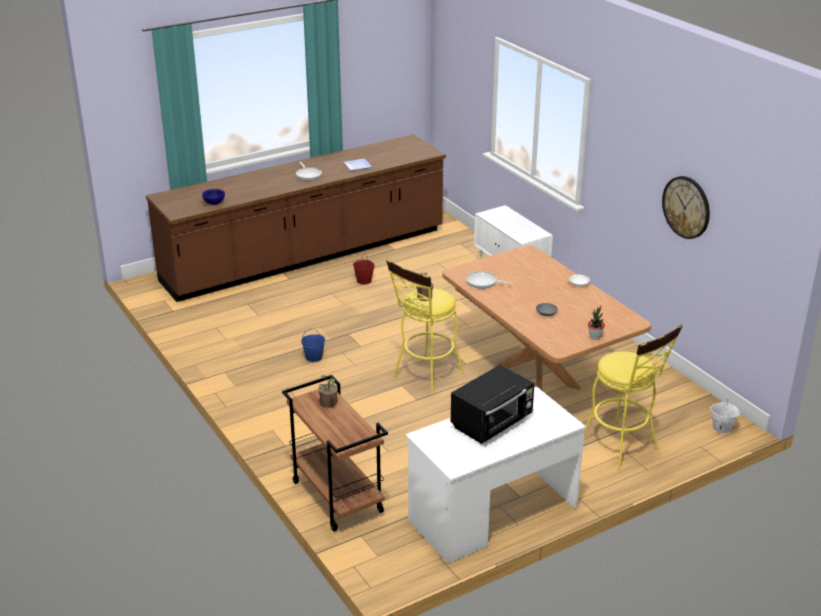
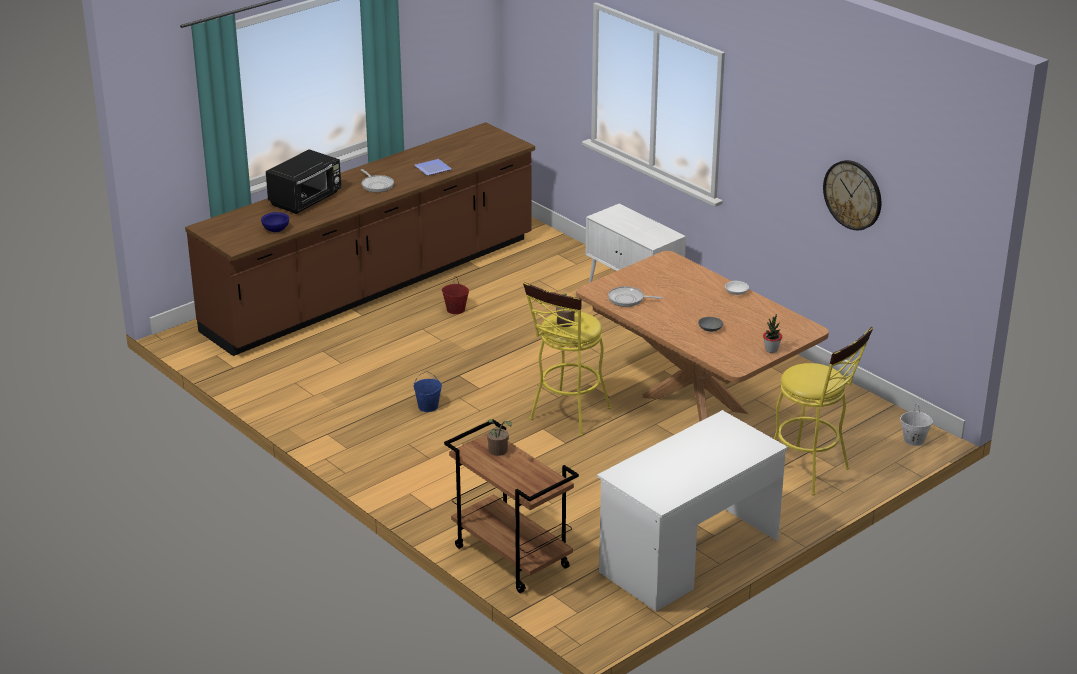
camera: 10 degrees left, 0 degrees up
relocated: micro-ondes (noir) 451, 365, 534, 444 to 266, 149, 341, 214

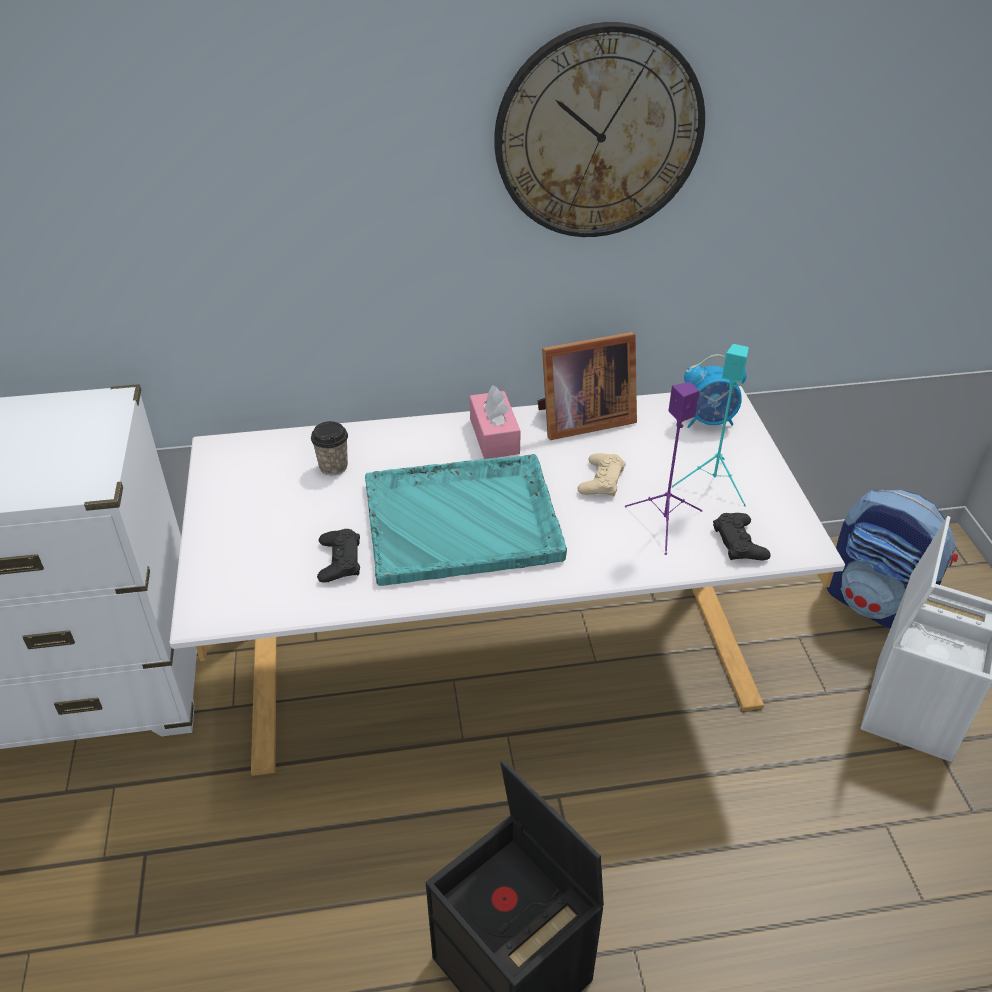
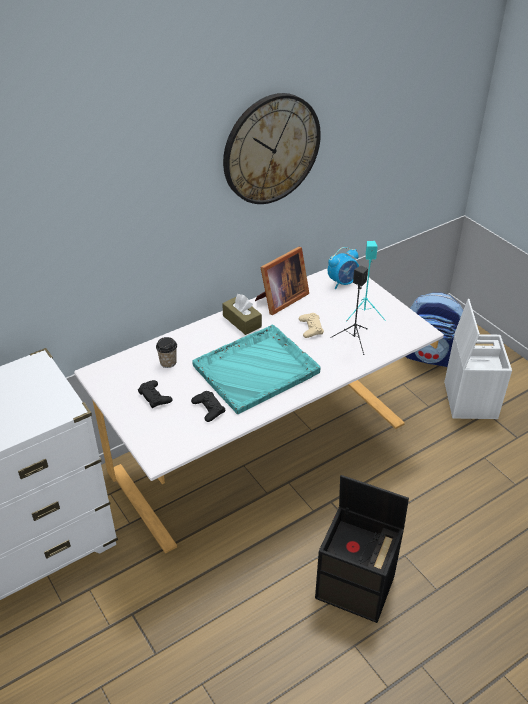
camera: 25 degrees left, 0 degrees up
relocated: manette (noir) 713, 513, 770, 561 to 138, 380, 172, 408
colour: boîte à mouchoirs (rose) 470, 385, 521, 459 to boîte à mouchoirs (marron) 222, 294, 262, 335; enceinte (violet) 625, 382, 703, 555 to enceinte (noir) 330, 266, 368, 355

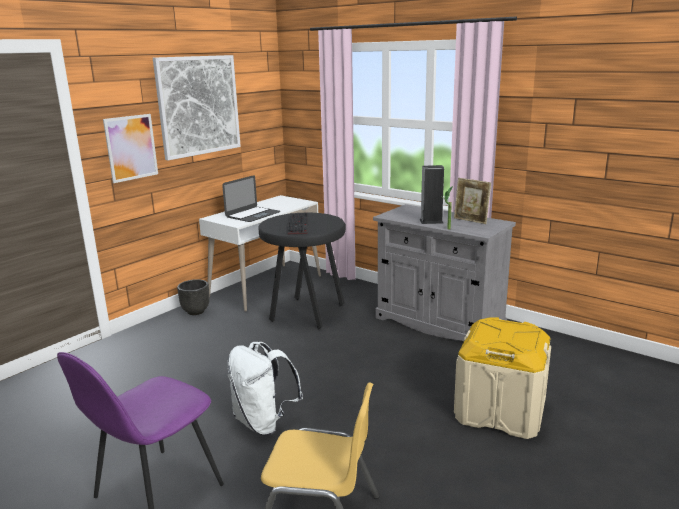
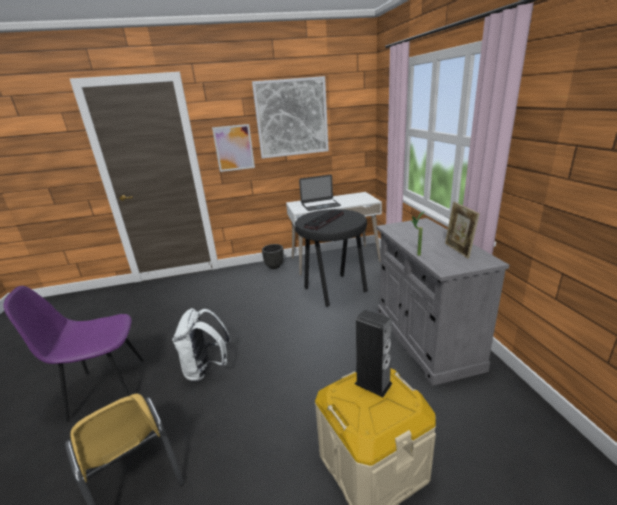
camera: 40 degrees right, 5 degrees up
relocated: enceinte 420, 165, 444, 224 to 355, 310, 392, 397

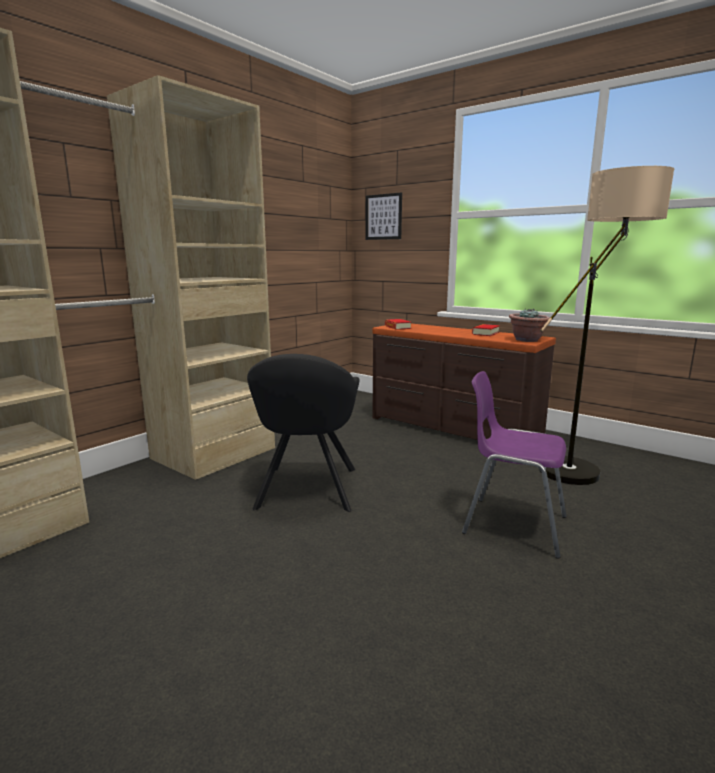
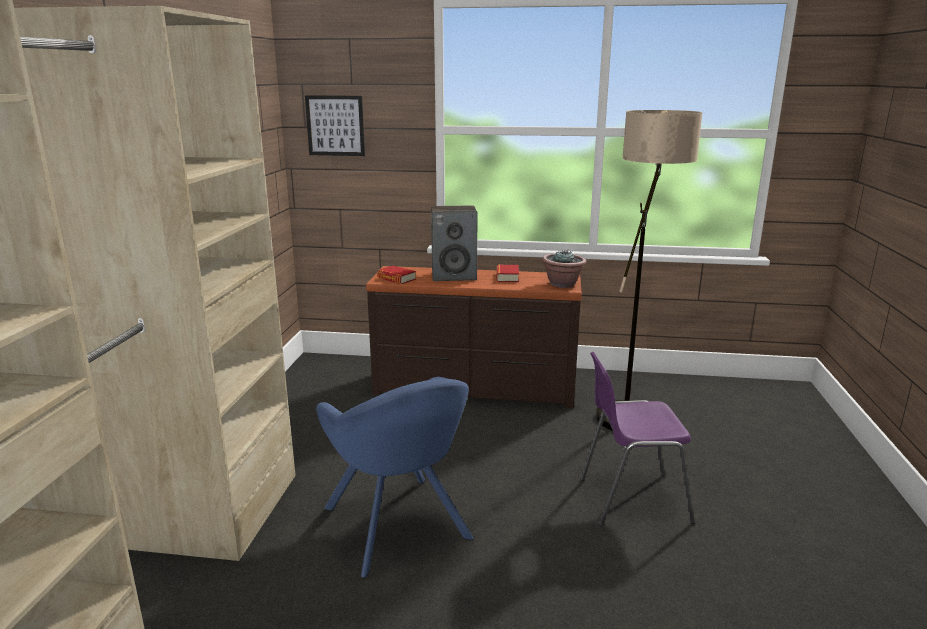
camera: 30 degrees left, 5 degrees up
appeared: enceinte 431, 205, 477, 281
colour: fauteuil (noir) 247, 354, 360, 512 to fauteuil (bleu) 316, 377, 474, 578

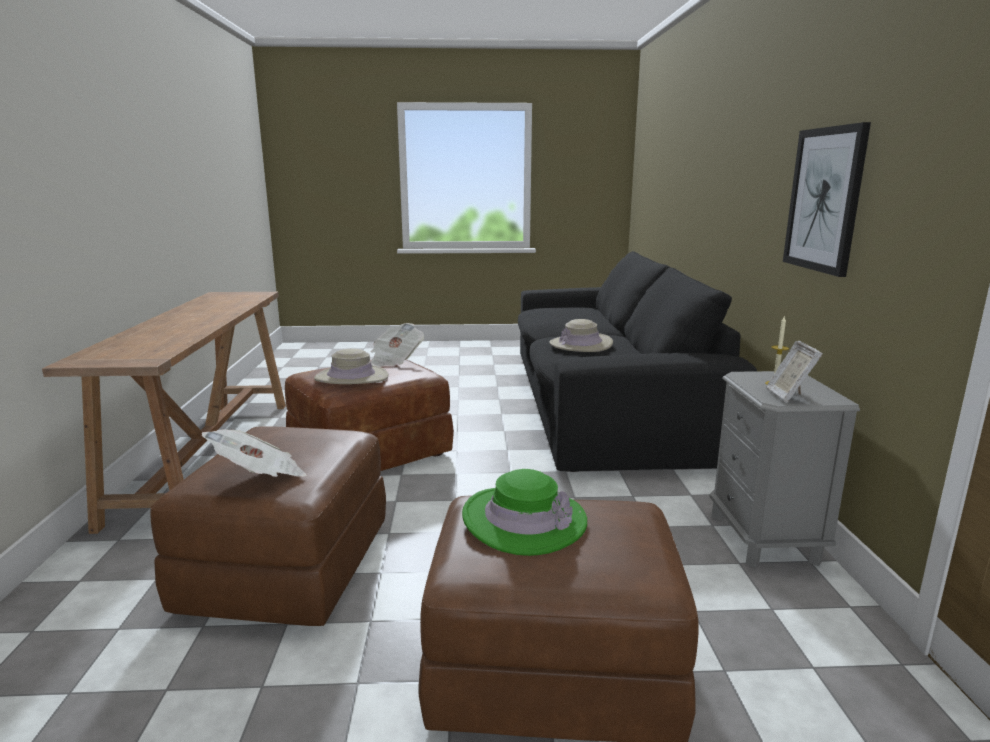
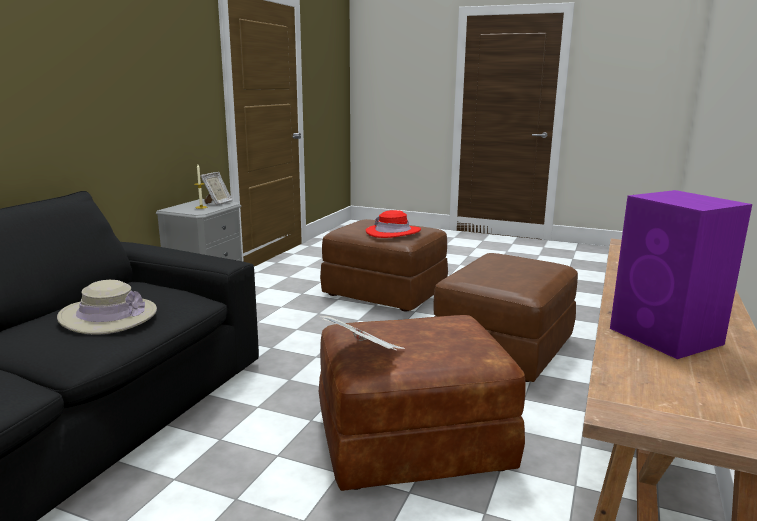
camera: 155 degrees left, 0 degrees up
missing: journal 201, 430, 307, 477; chapeau (beige) 314, 349, 389, 384; tableau 783, 122, 871, 277
appeared: enceinte (violet) 610, 190, 752, 359
colour: chapeau (vert) 462, 469, 587, 556 to chapeau (rouge) 366, 210, 421, 238

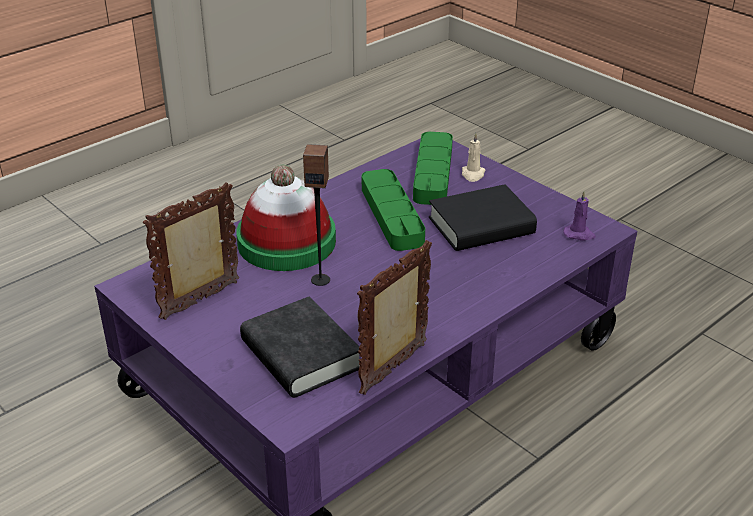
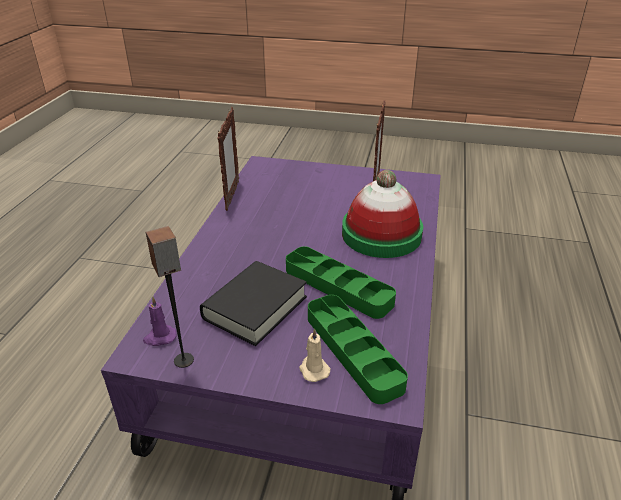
camera: 145 degrees right, 0 degrees up
missing: livre (noir) 240, 296, 359, 398
relocated: enceinte 303, 144, 330, 286 to 146, 226, 194, 368

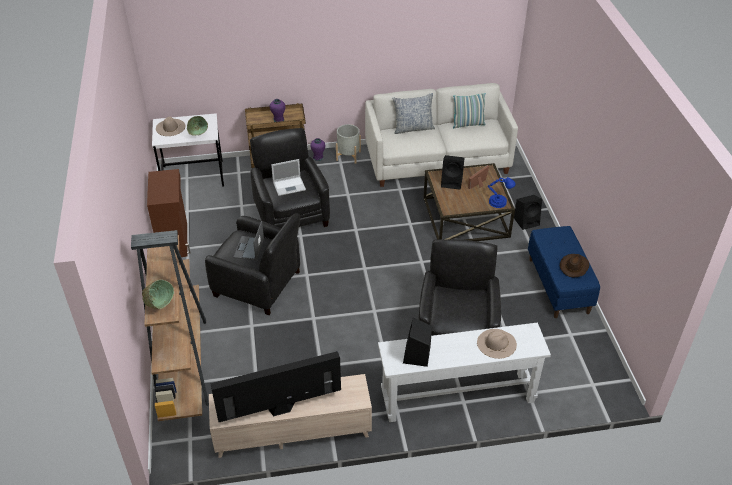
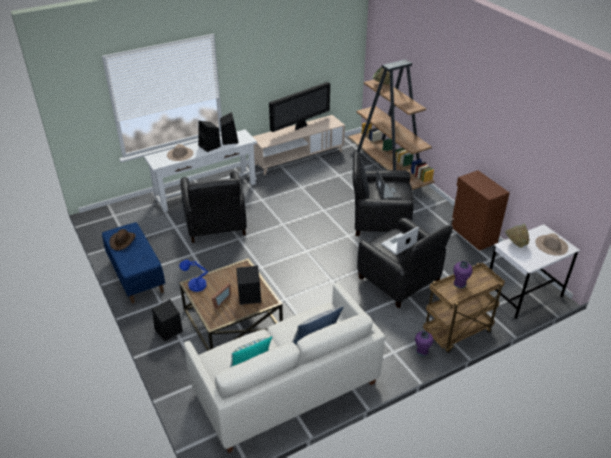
camera: 160 degrees right, 5 degrees down
missing: cache-pot (gris) 336, 124, 361, 164
appeared: enceinte (noir) 198, 121, 221, 152

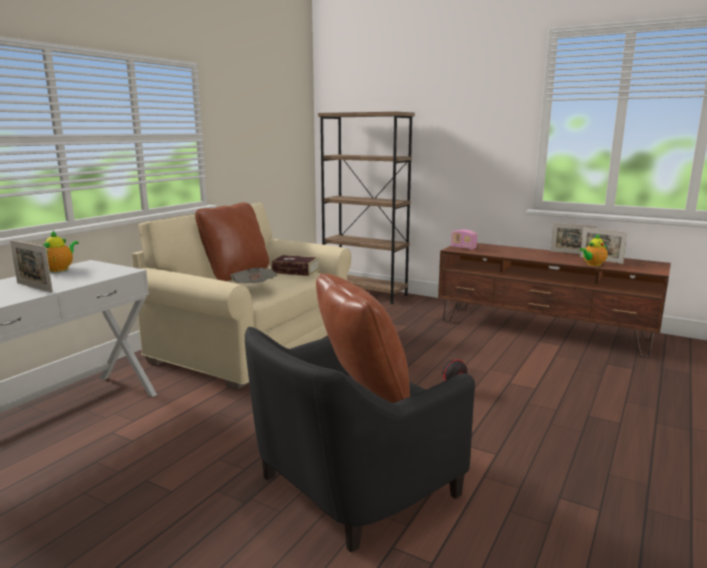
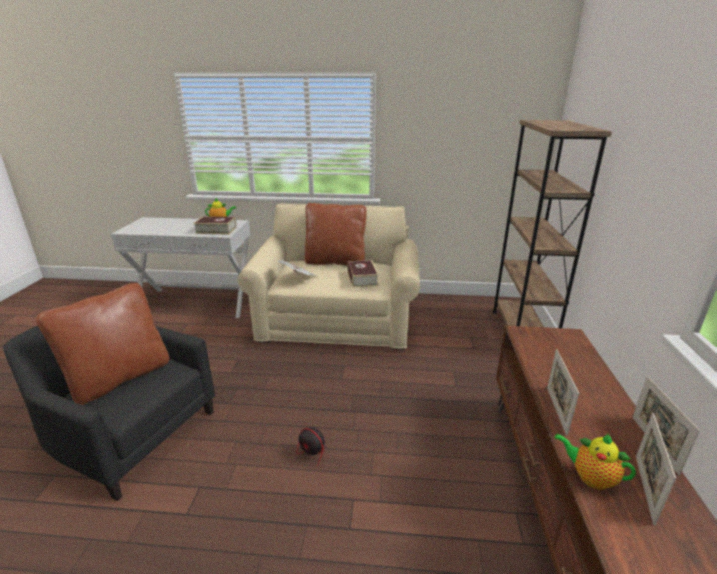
camera: 65 degrees right, 10 degrees up
missing: radio 451, 229, 477, 250
appeared: livre 193, 216, 237, 235
relocated: cadre photo 10, 240, 53, 292 to 547, 349, 579, 436

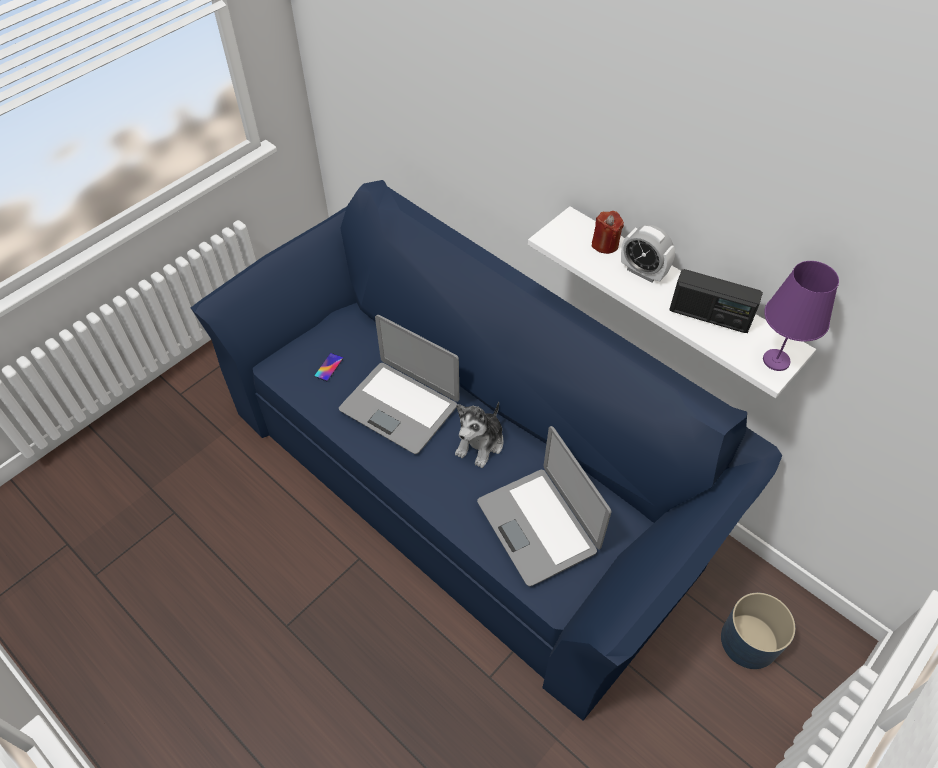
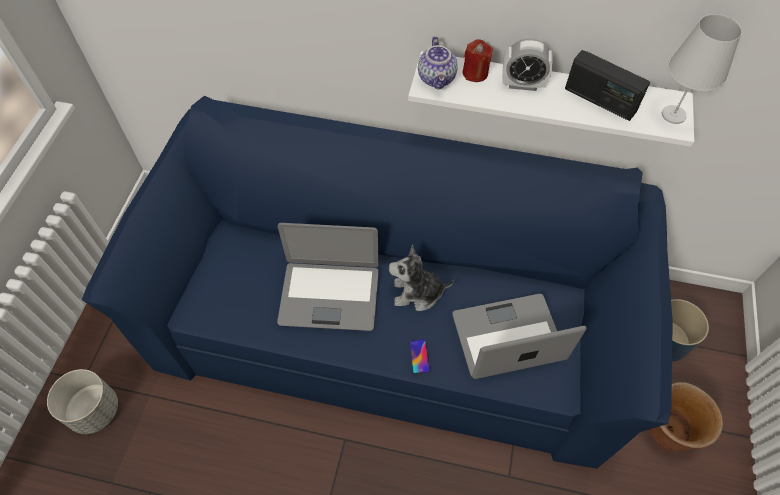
camera: 30 degrees left, 5 degrees up
appeared: cache-pot (gris) 47, 369, 118, 434; théière 418, 36, 457, 90; cache-pot (marron) 650, 382, 723, 451
relocated: téléphone 314, 353, 344, 381 to 409, 339, 430, 374
colour: lampe de table (violet) 763, 261, 839, 371 to lampe de table (blanc) 662, 14, 742, 124
spun: peluche 455, 401, 504, 468 = 389, 245, 454, 311 90 degrees clockwise; ordinateur portable 477, 426, 611, 586 = 452, 294, 587, 379 135 degrees clockwise; radio 669, 269, 763, 333 = 565, 50, 650, 121 45 degrees clockwise

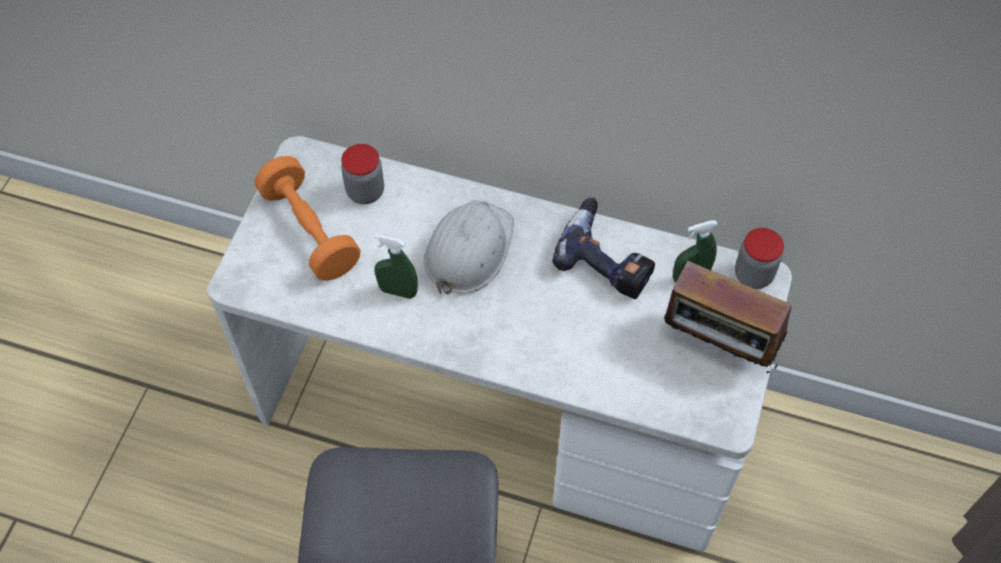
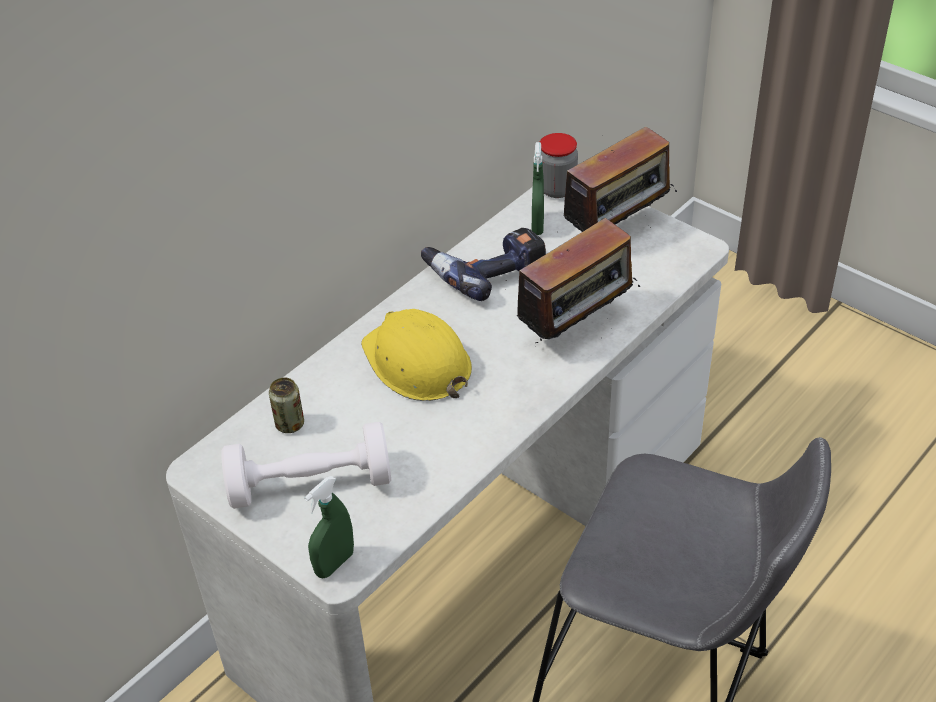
camera: 65 degrees left, 15 degrees down
appeared: radio 505, 218, 640, 347
relocated: vaporisateur (vert) 374, 234, 418, 299 to 304, 476, 354, 578
exchanged: bocal 341, 144, 384, 204 to boîte métallique 269, 377, 304, 433
colour: haltère (orange) 255, 156, 361, 281 to haltère (blanc) 221, 422, 391, 509; casque de chantier (blanc) 424, 201, 514, 294 to casque de chantier (jaune) 361, 309, 472, 401

